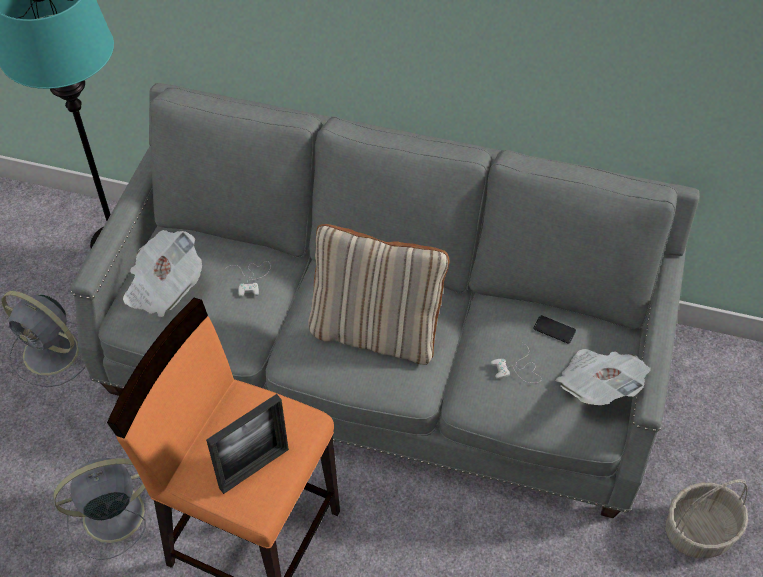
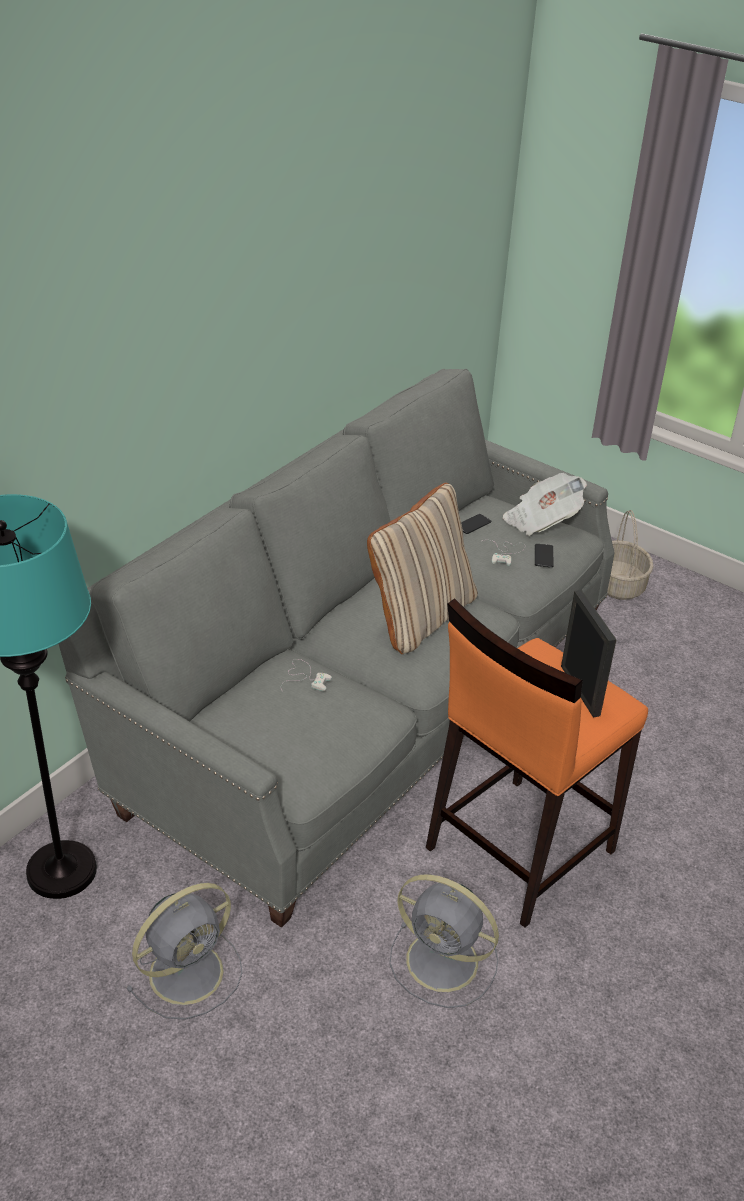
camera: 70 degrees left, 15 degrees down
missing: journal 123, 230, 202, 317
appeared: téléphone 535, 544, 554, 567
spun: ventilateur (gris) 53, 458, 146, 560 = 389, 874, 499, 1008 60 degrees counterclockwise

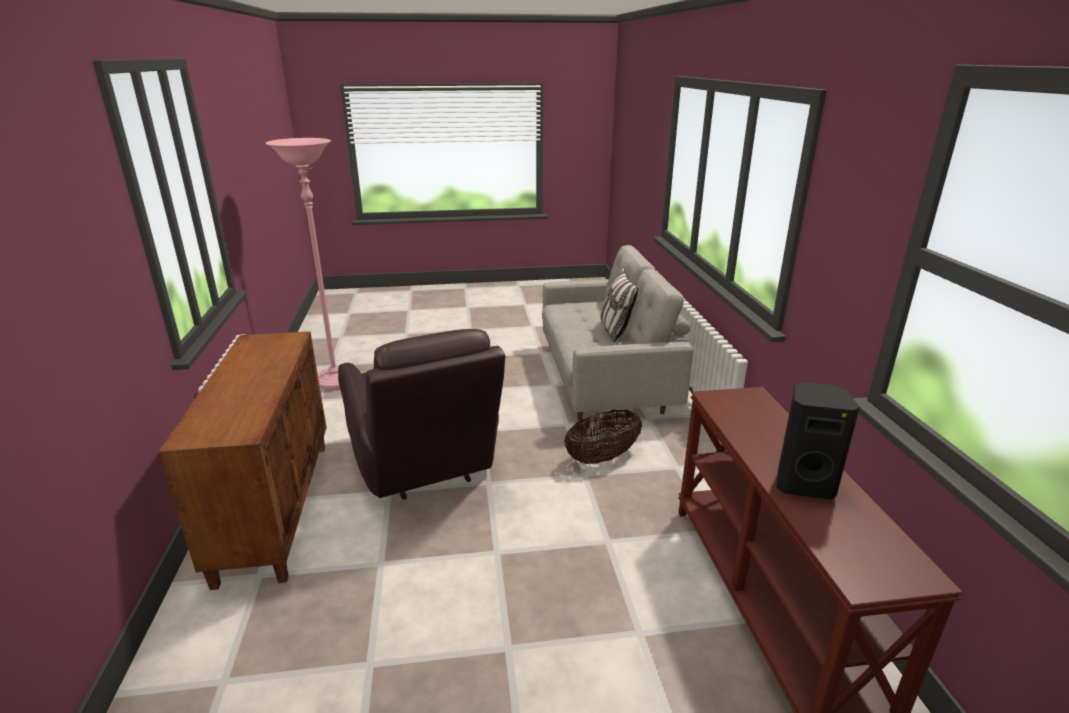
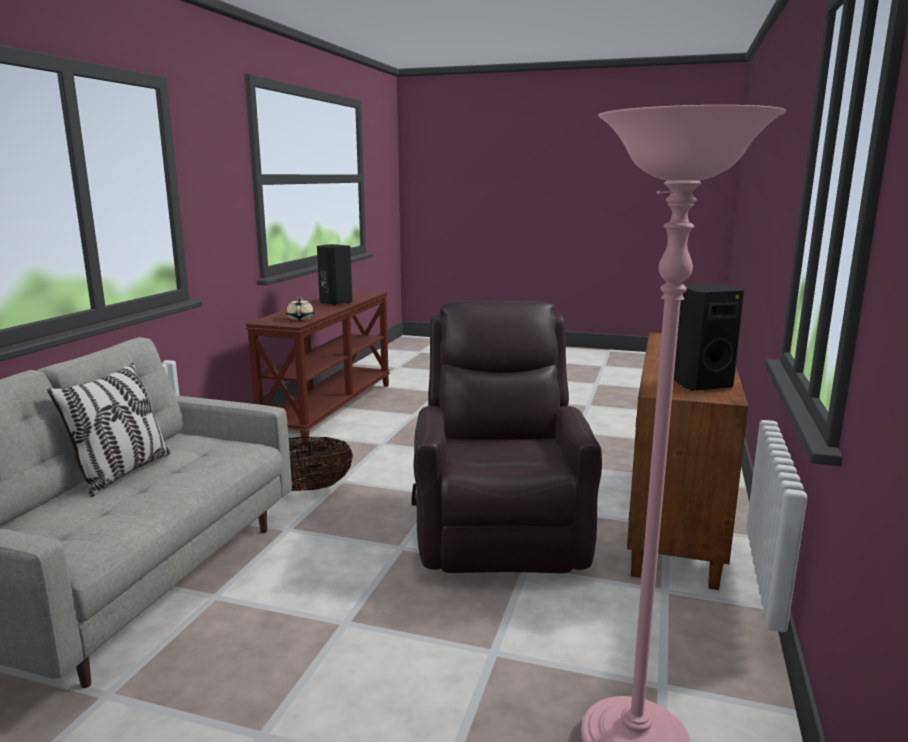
camera: 155 degrees left, 10 degrees down
appeared: théière (beige) 286, 297, 314, 320; enceinte (noir) 674, 284, 745, 391

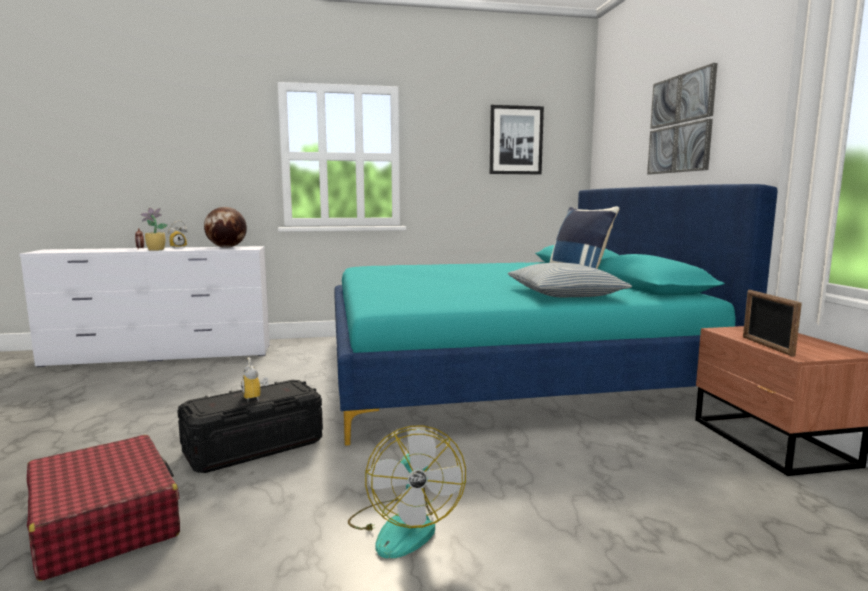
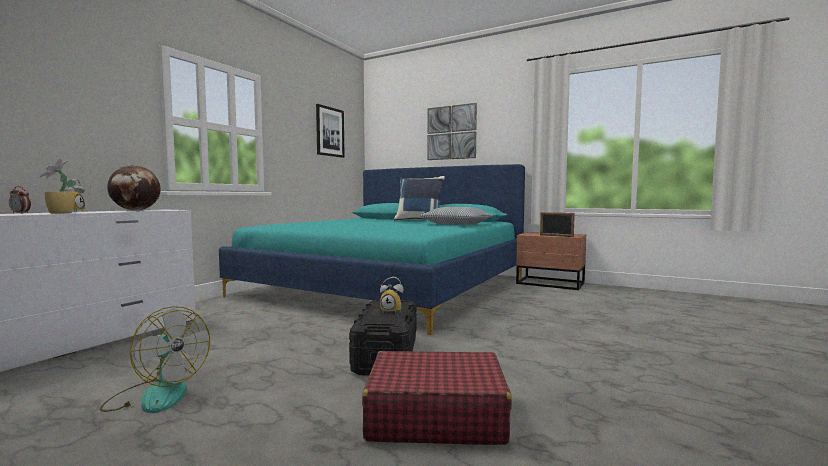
camera: 50 degrees left, 5 degrees down
relocated: ventilateur 348, 425, 466, 558 to 100, 306, 210, 413

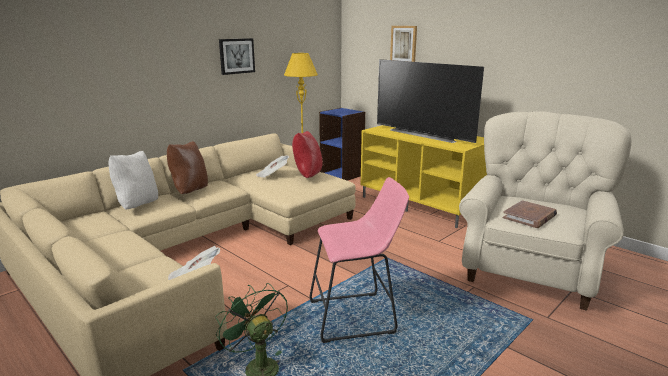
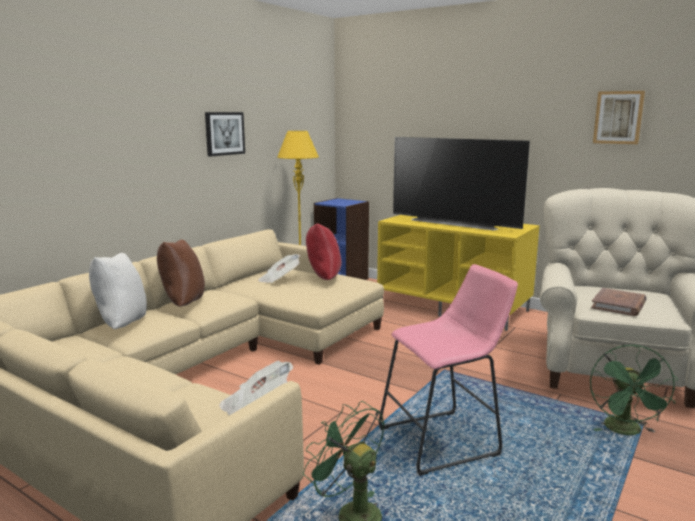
camera: 10 degrees left, 5 degrees down
appeared: ventilateur (vert) 590, 345, 678, 435
relocated: tableau 390, 26, 417, 62 to 593, 91, 645, 144

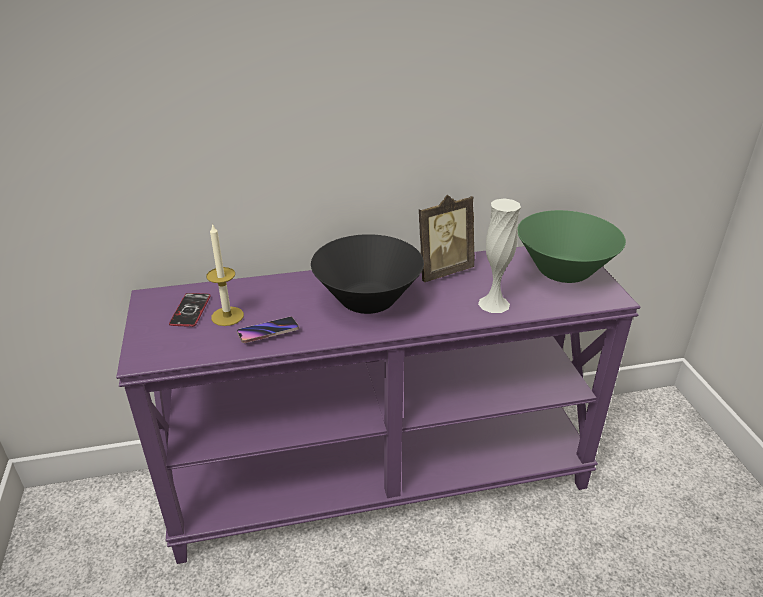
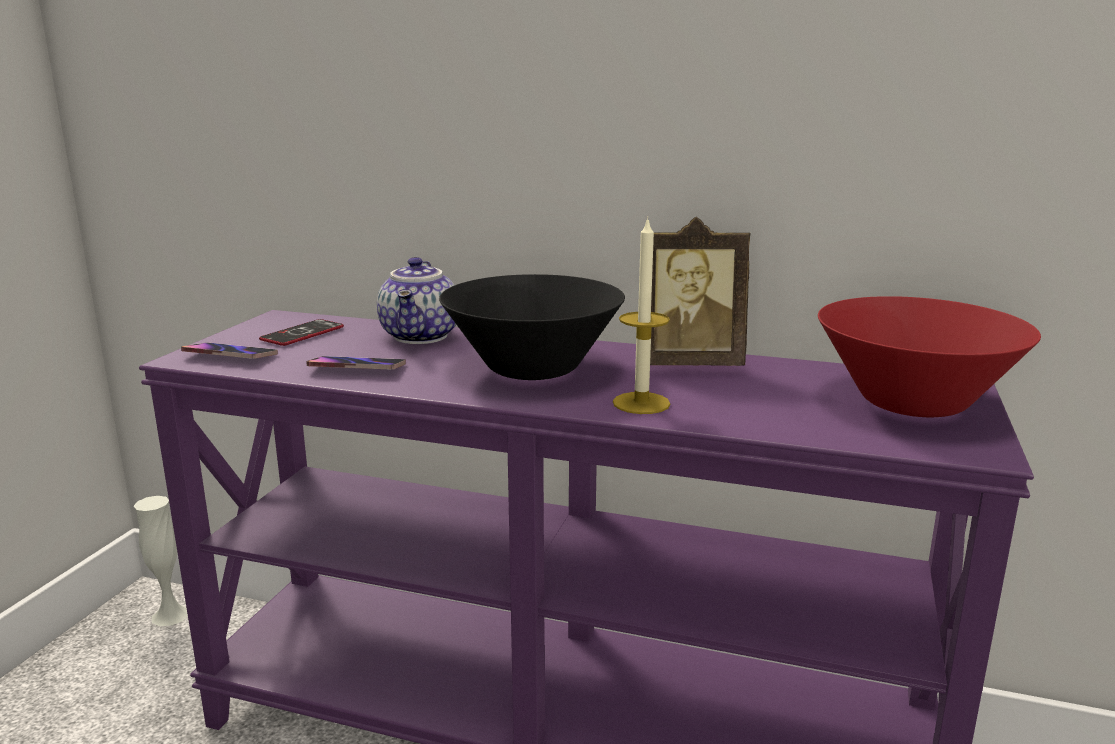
camera: 30 degrees right, 15 degrees down
appeared: téléphone 181, 343, 278, 359; théière 377, 257, 456, 344
relocated: bougie 206, 223, 244, 326 to 613, 217, 670, 414; vase (blanc) 478, 199, 521, 313 to 134, 496, 188, 626
colour: bol (vert) 518, 210, 626, 283 to bol (rouge) 818, 296, 1041, 417

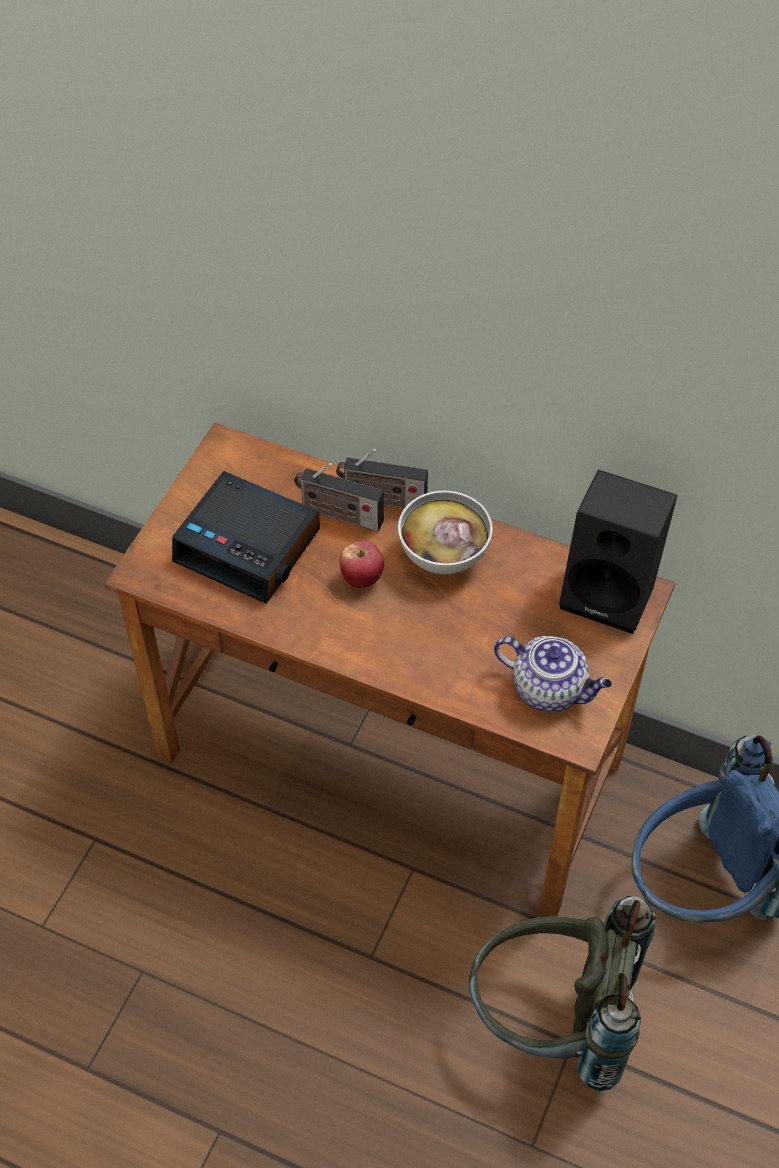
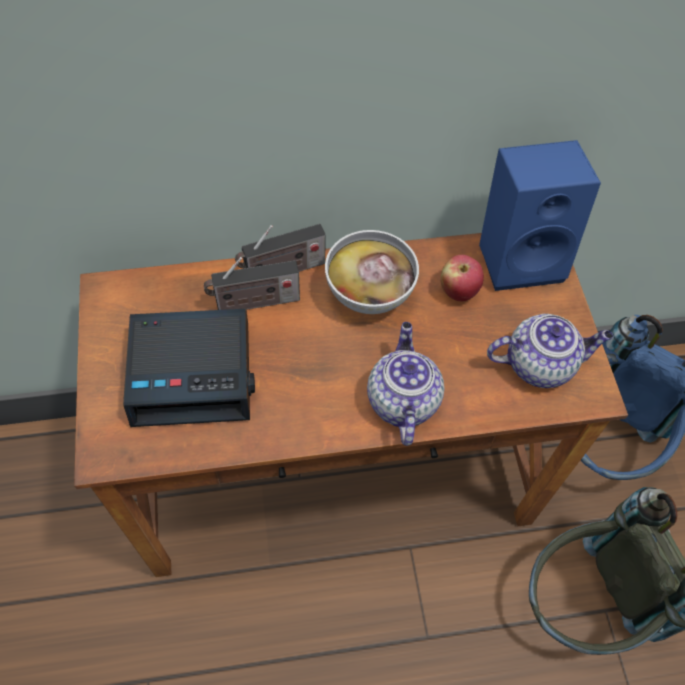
camera: 35 degrees left, 5 degrees up
appeared: théière 367, 322, 444, 446
relocated: pomme 339, 540, 384, 588 to 440, 255, 484, 301
colour: enceinte (noir) 559, 470, 678, 634 to enceinte (bleu) 479, 140, 601, 291

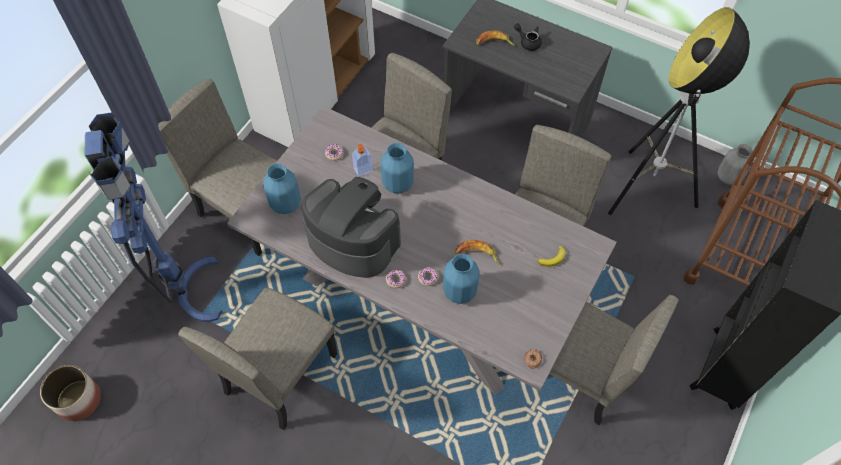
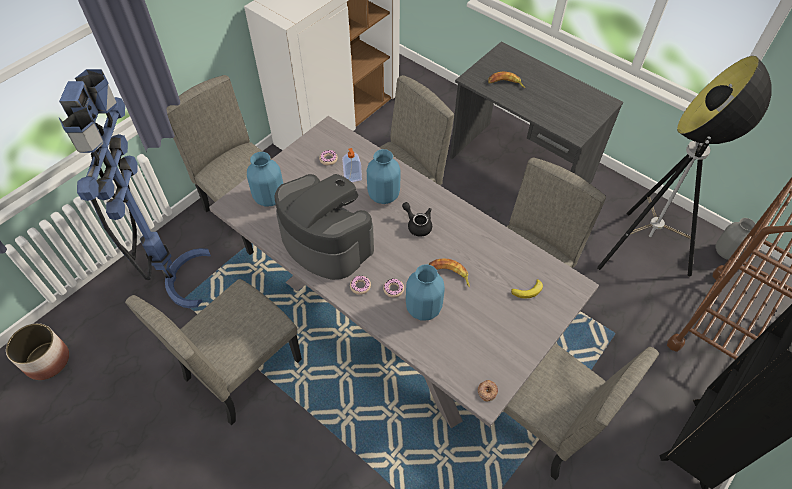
camera: 10 degrees right, 5 degrees down
relocated: théière (noir) 514, 23, 542, 51 to 402, 202, 432, 237

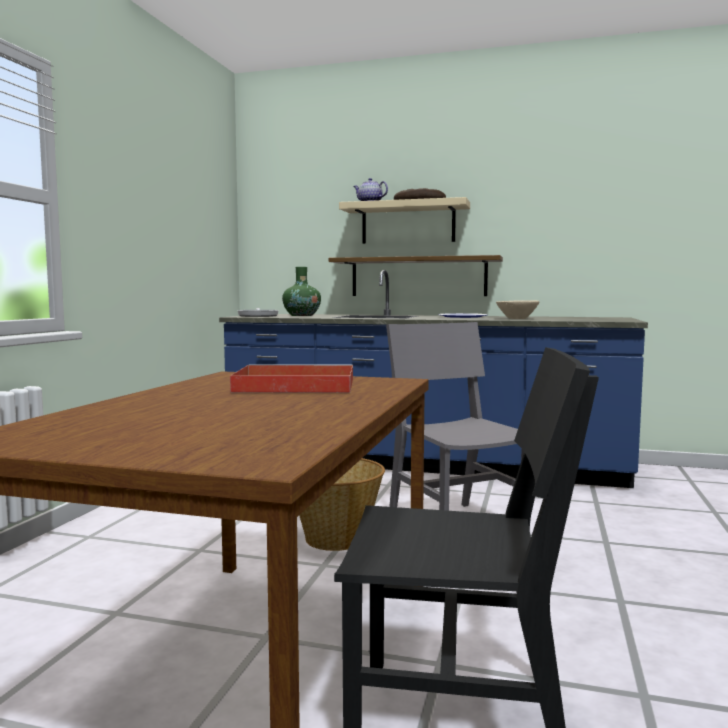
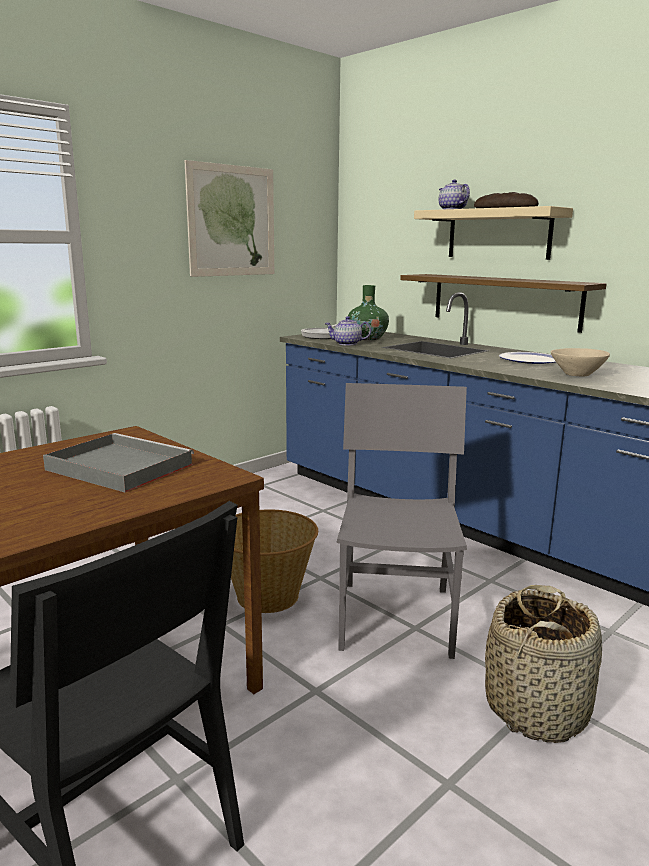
camera: 30 degrees right, 10 degrees up
appeared: tableau 185, 160, 274, 277; théière 324, 316, 371, 345; panier 485, 585, 602, 743
colour: plateau (rouge) 230, 364, 353, 393 to plateau (gris) 43, 433, 194, 492

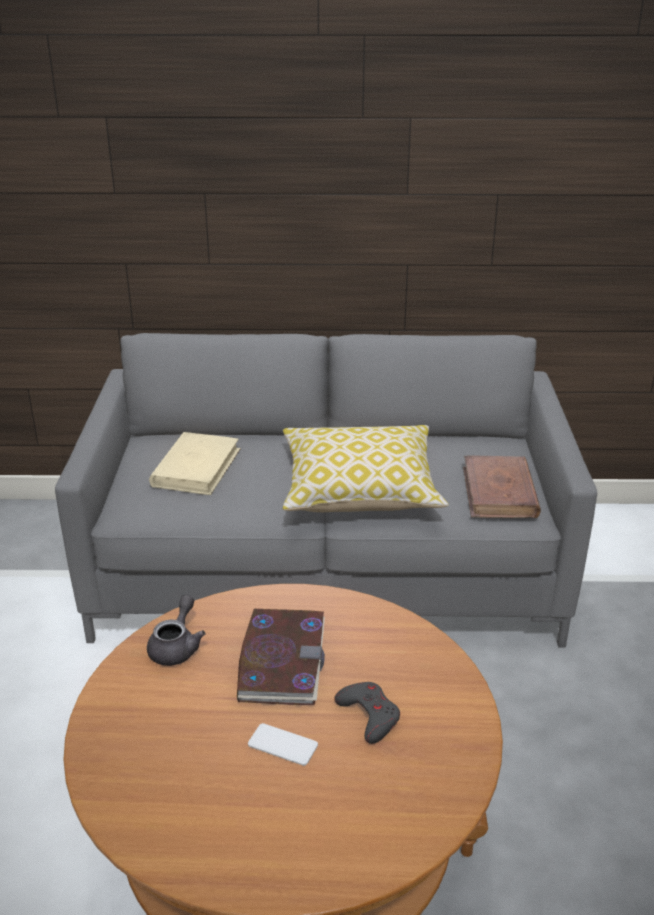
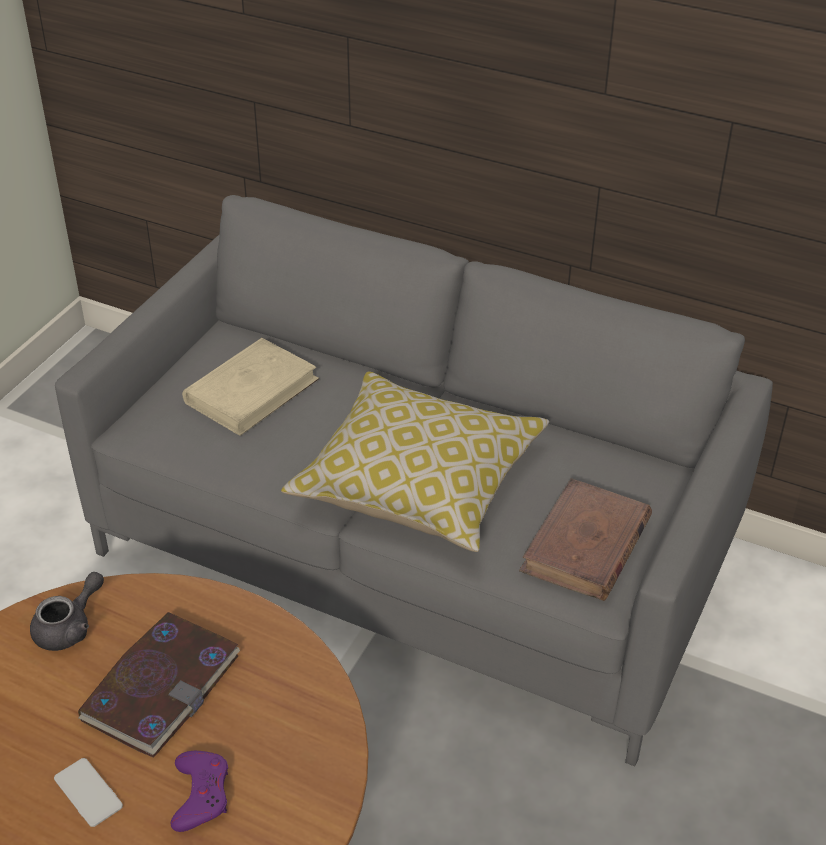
camera: 25 degrees right, 10 degrees up
colour: manette (gris) 334, 682, 400, 744 to manette (violet) 171, 751, 228, 832

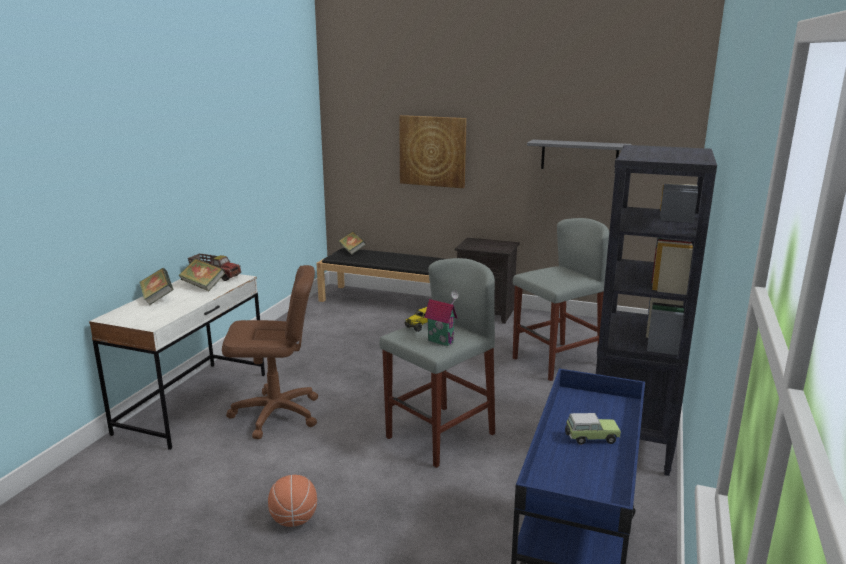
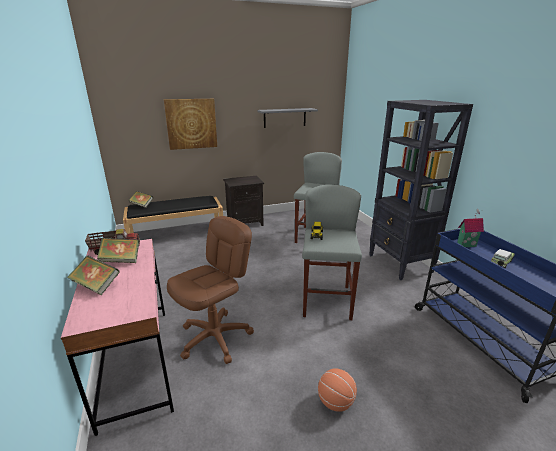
camera: 40 degrees left, 5 degrees up
relocated: maison miniature 424, 290, 459, 346 to 457, 209, 484, 247
colour: bureau (blanc) 89, 274, 265, 450 to bureau (rose) 61, 239, 174, 436

